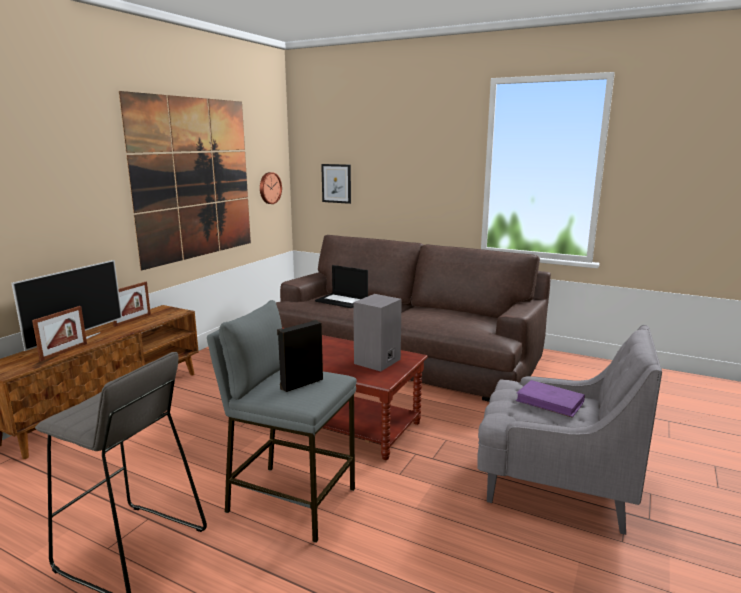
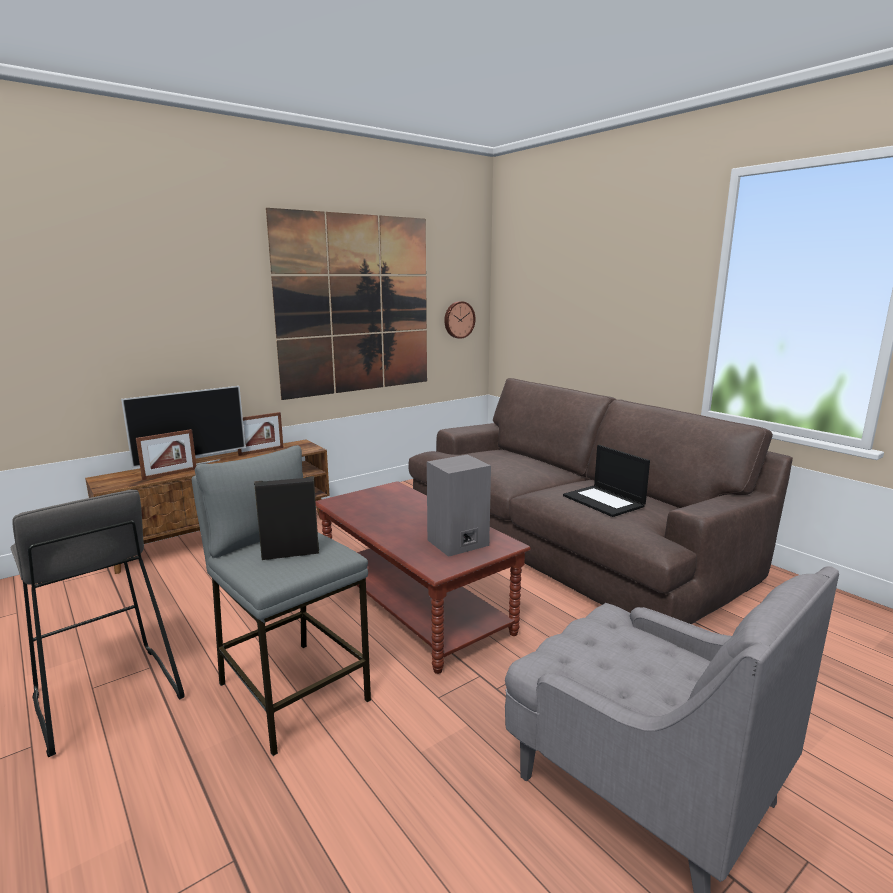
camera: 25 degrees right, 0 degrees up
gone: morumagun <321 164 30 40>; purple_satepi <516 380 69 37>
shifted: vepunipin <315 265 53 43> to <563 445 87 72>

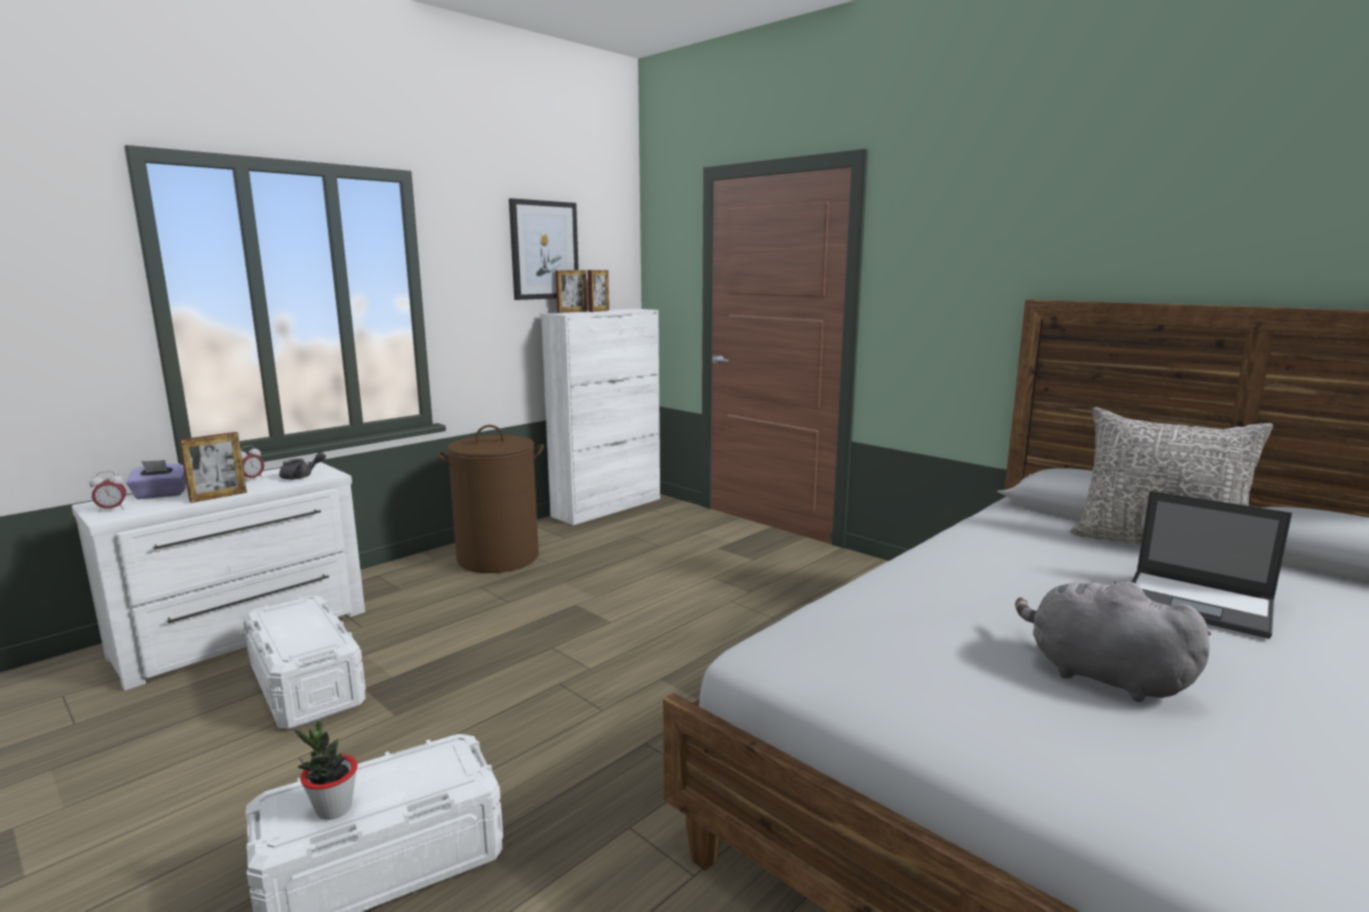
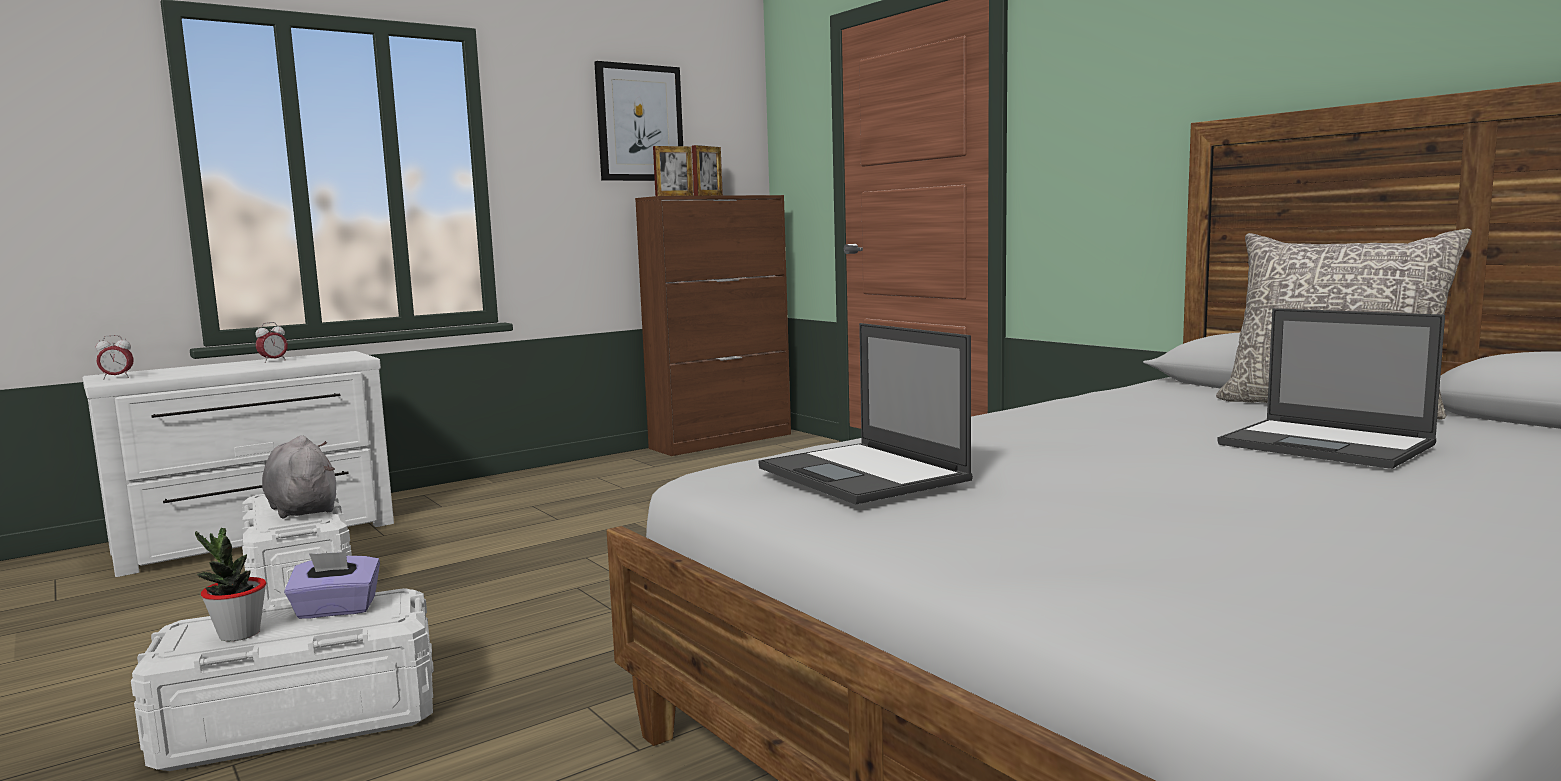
camera: 10 degrees right, 5 degrees down
gone: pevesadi <179 432 68 71>; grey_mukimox <279 452 47 28>; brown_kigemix <437 425 107 148>
new: vepunipin <758 323 215 182>
shifted: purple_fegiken <126 460 60 39> to <284 551 96 68>; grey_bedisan <1015 581 196 121> to <262 435 74 84>
repainted: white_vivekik <541 309 119 216> to brown_vivekik <635 195 156 261>

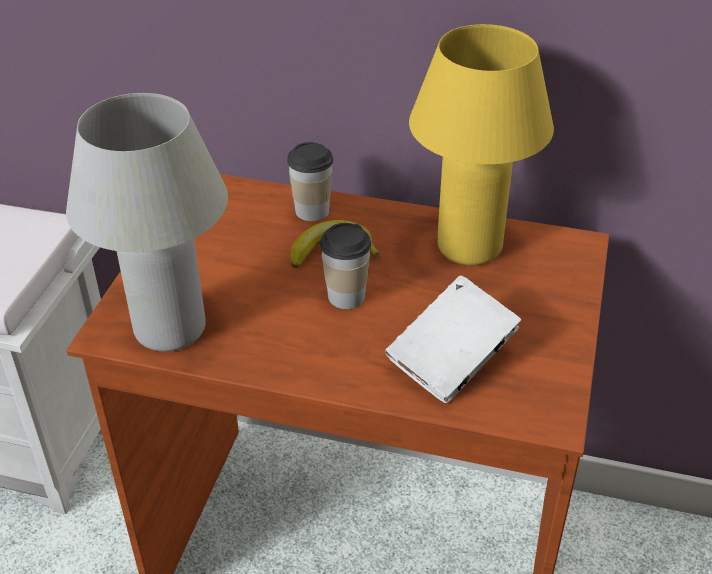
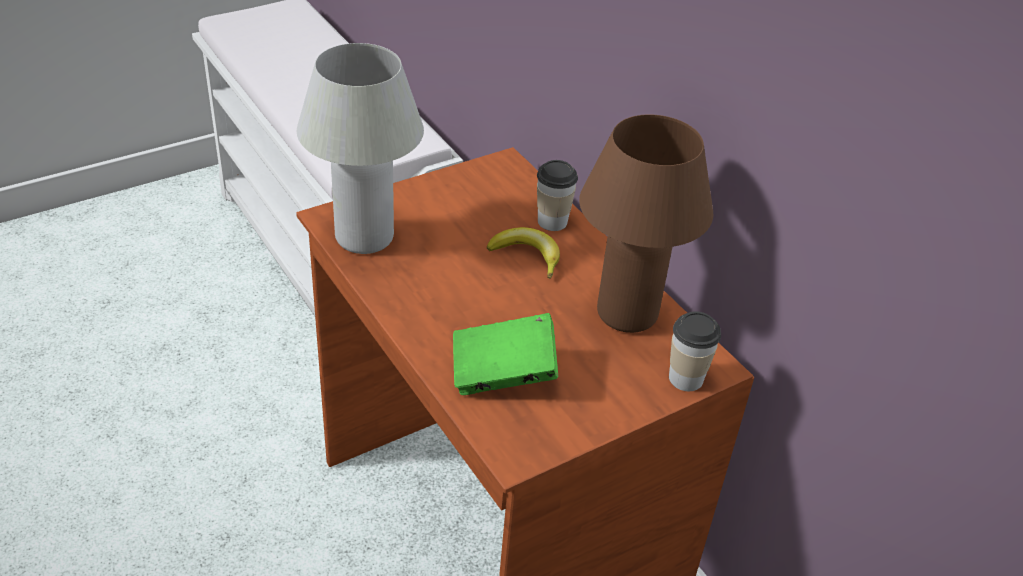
camera: 40 degrees right, 0 degrees up
shifted: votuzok <320 223 51 86> to <669 311 52 80>
repainted: white_satepi <385 276 136 127> to green_satepi <453 313 105 82>; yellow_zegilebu <409 24 145 241> to brown_zegilebu <579 115 134 218>

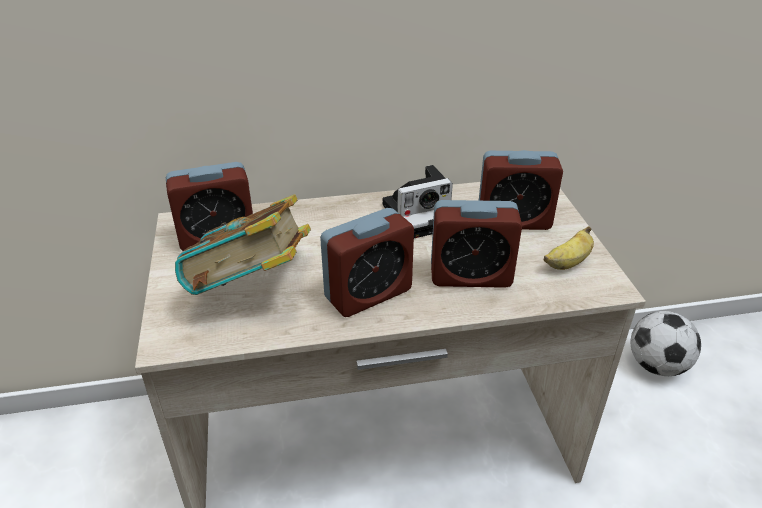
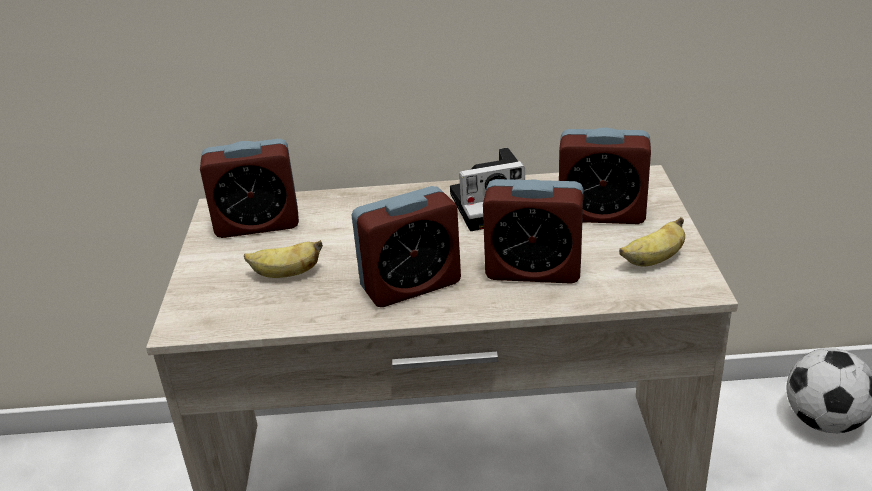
camera: 10 degrees right, 5 degrees down
swapped: satepi <175 194 136 101> to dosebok <244 240 79 38>

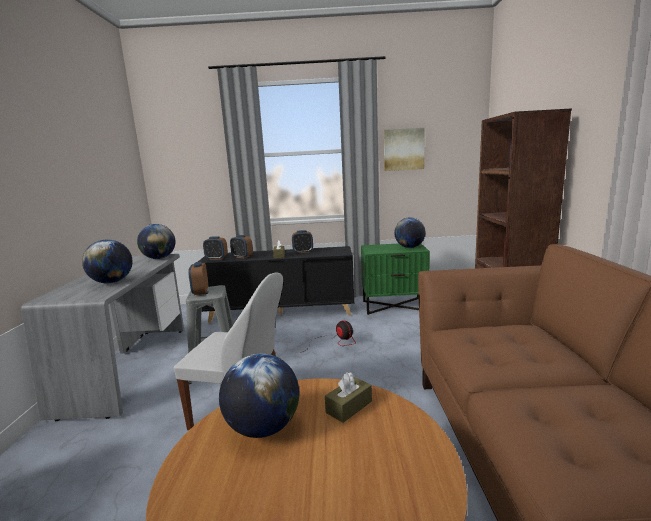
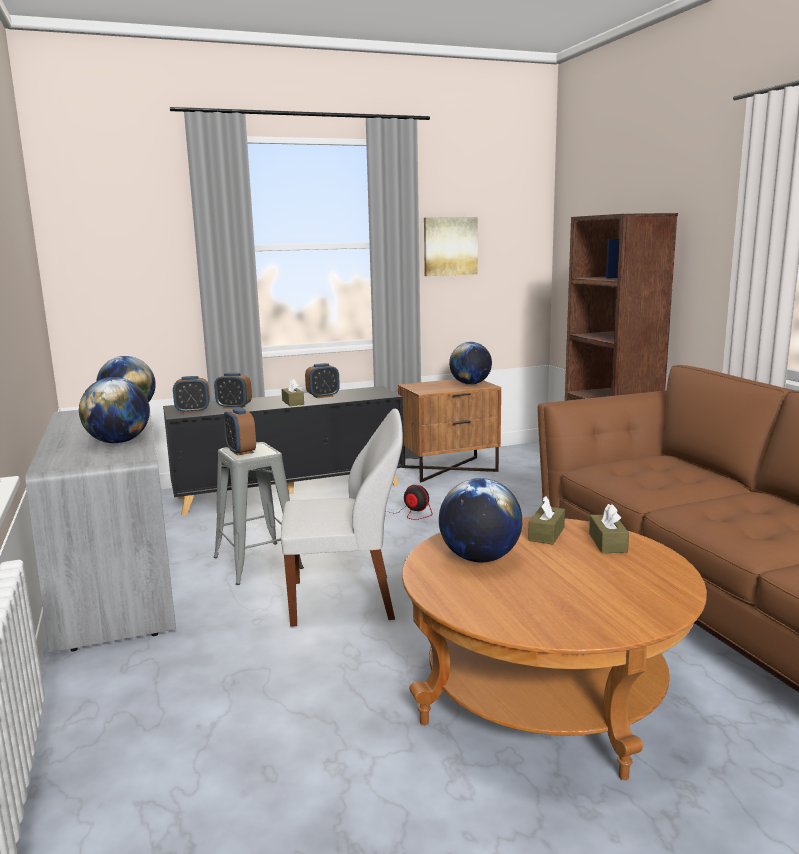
camera: 20 degrees left, 0 degrees up
new: brown_fegiken <589 504 40 49>
repainted: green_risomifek <361 243 69 72> to brown_risomifek <398 379 103 103>

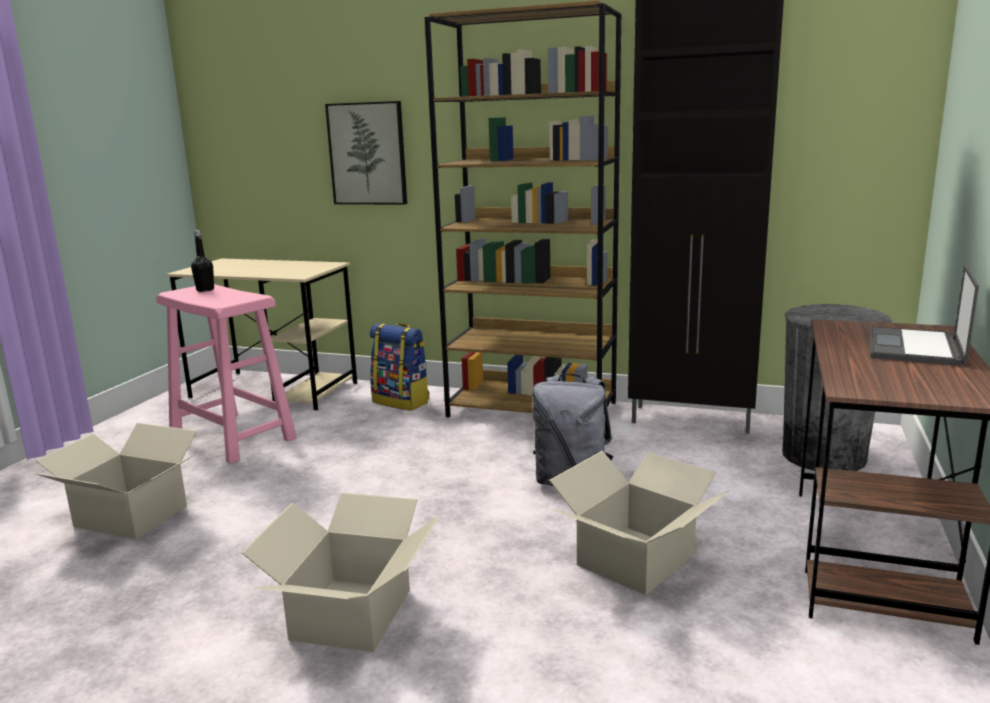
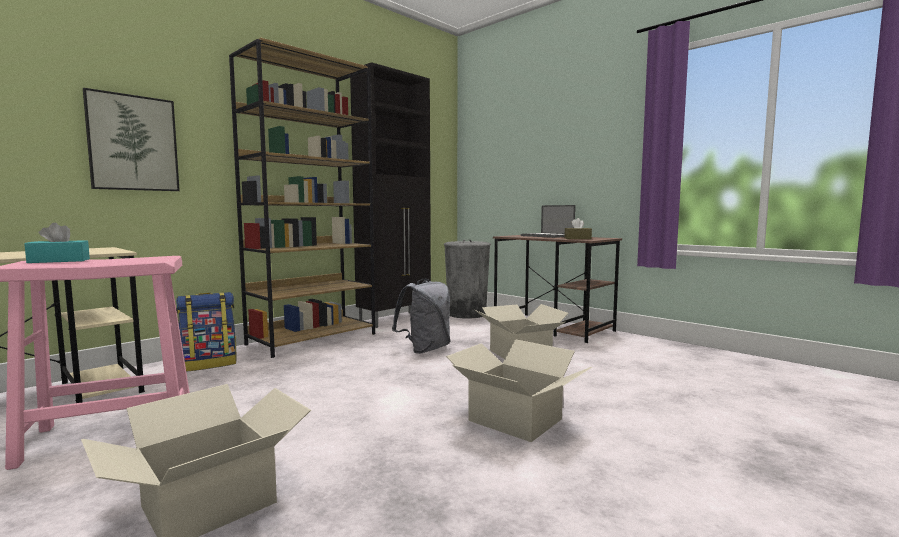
camera: 65 degrees left, 10 degrees down
new: brown_fegiken <565 218 27 21>
swapped: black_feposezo <191 230 23 62> to turquoise_fegiken <24 223 66 40>

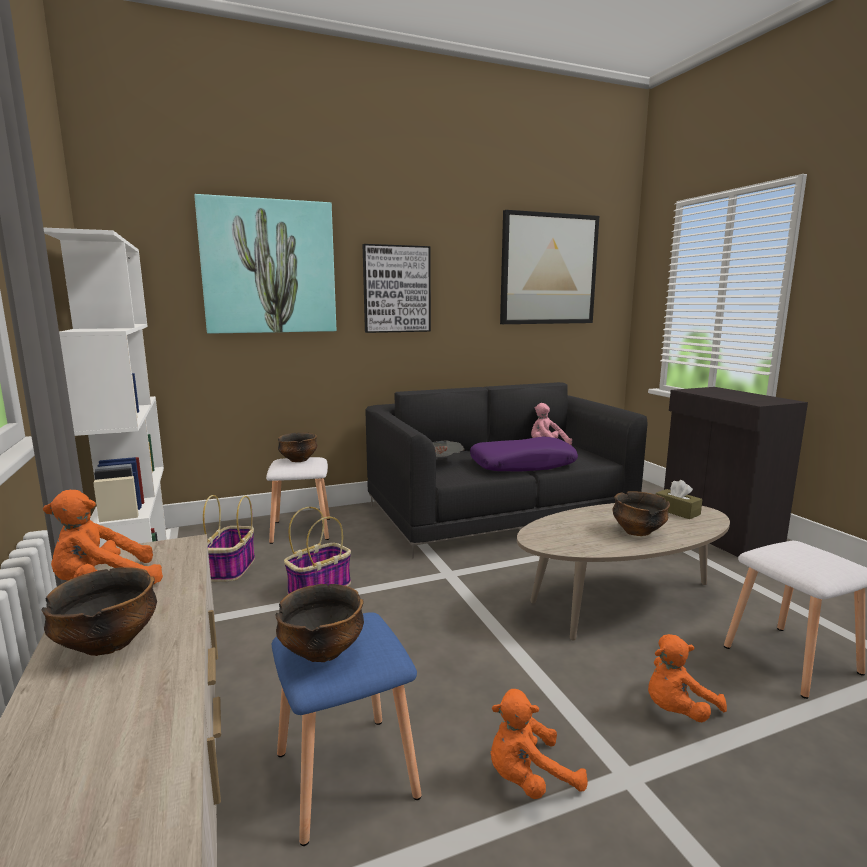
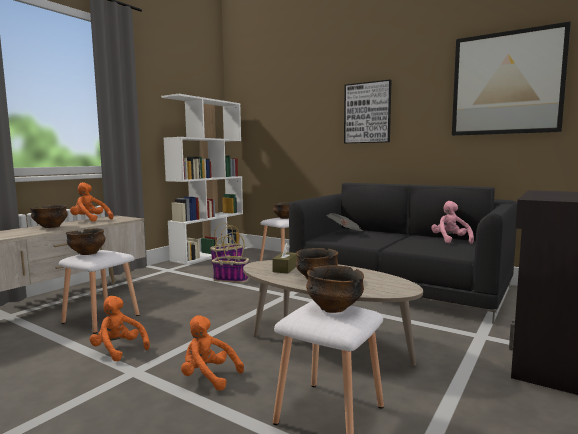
camera: 55 degrees right, 5 degrees down
gone: morumagun <194 194 142 140>; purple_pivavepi <470 437 108 35>
new: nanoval <306 265 58 48>
shifted: brown_fegiken <656 480 46 39> to <272 243 25 31>
repainted: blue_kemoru <271 612 151 234> to white_kemoru <58 250 81 84>

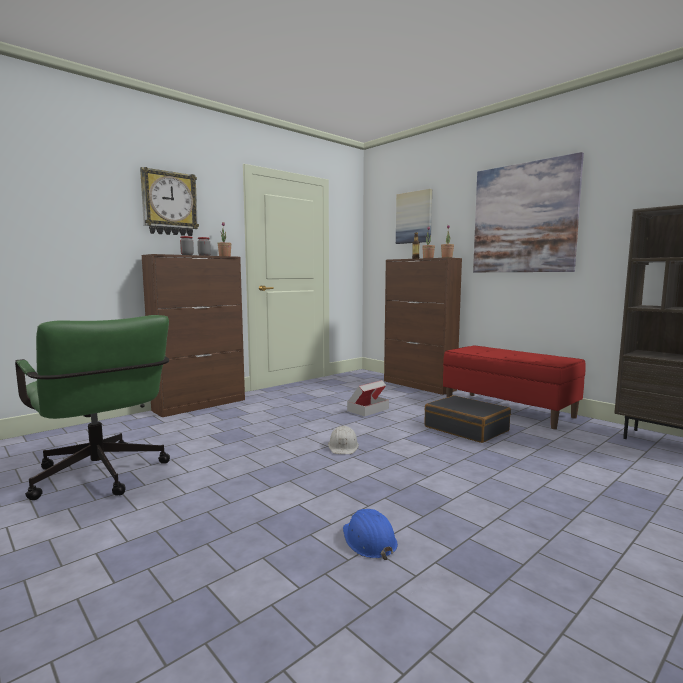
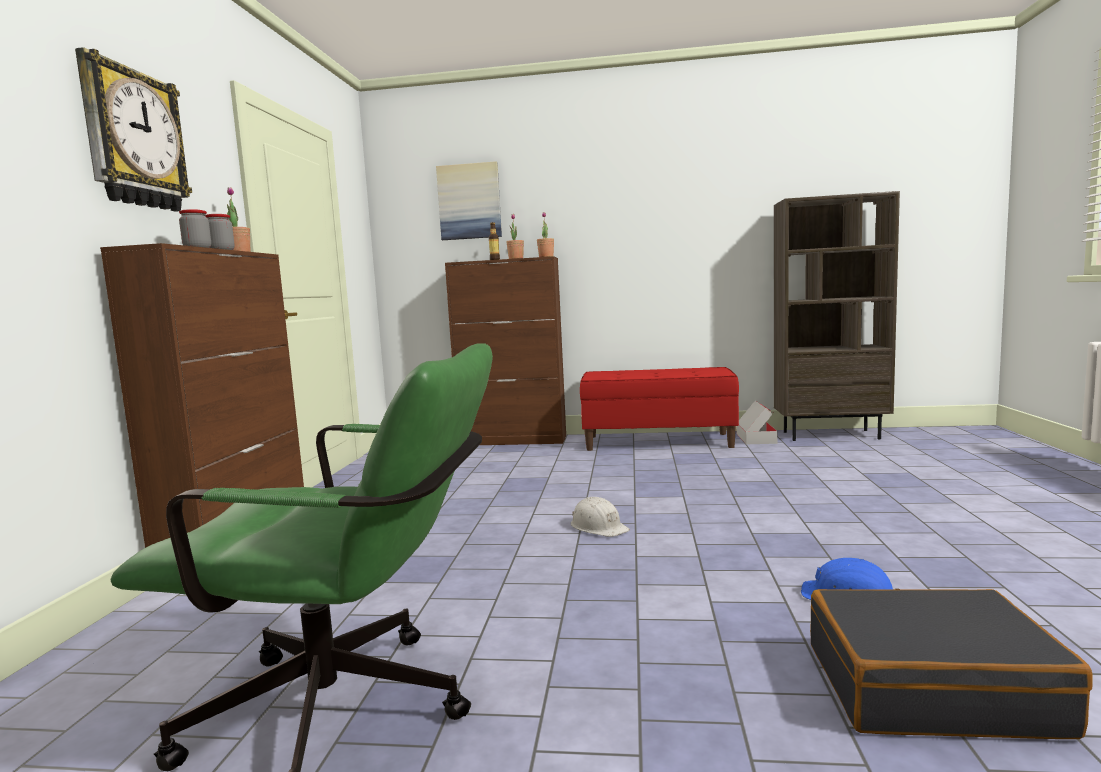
camera: 40 degrees left, 0 degrees up
gone: morumagun <473 152 111 120>
shifted: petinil <347 380 42 36> to <737 401 41 43>; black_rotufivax <424 395 87 48> to <810 589 282 150>

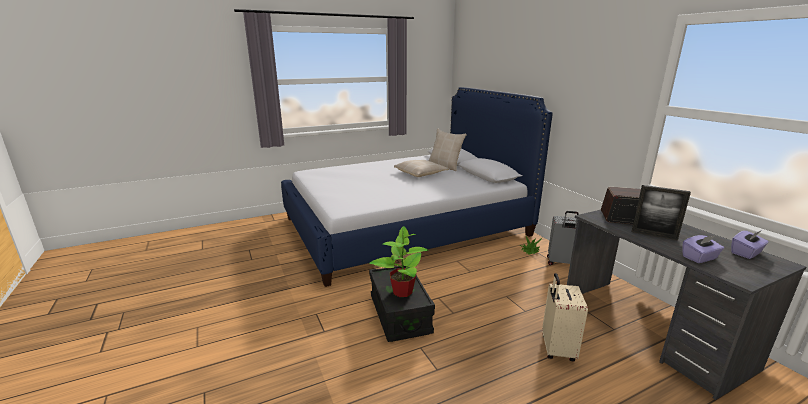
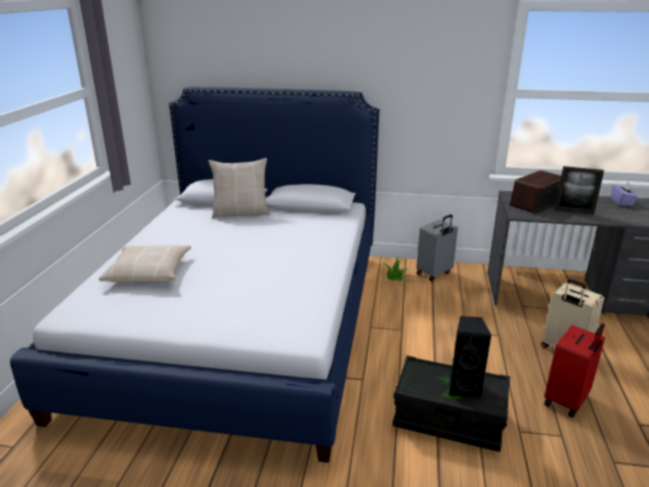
camera: 55 degrees left, 5 degrees up
gone: purple_fegiken <682 235 42 28>
new: red_rotufivax <544 323 61 95>
shifted: beige_pivavepi <394 160 55 17> to <99 245 92 38>
swapped: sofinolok <369 226 60 71> to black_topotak <449 316 43 82>
rotated: pevesadi <632 185 59 55> = <555 166 49 49> 45 degrees clockwise

